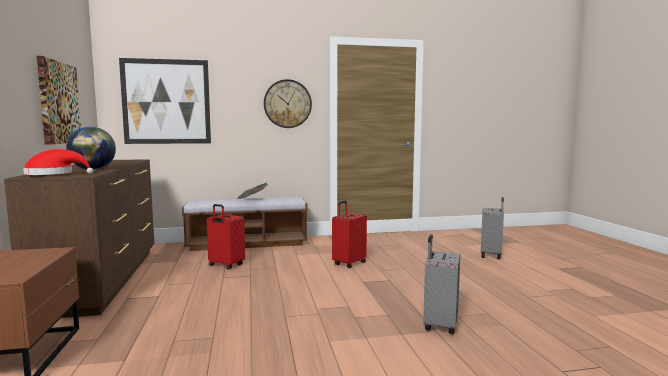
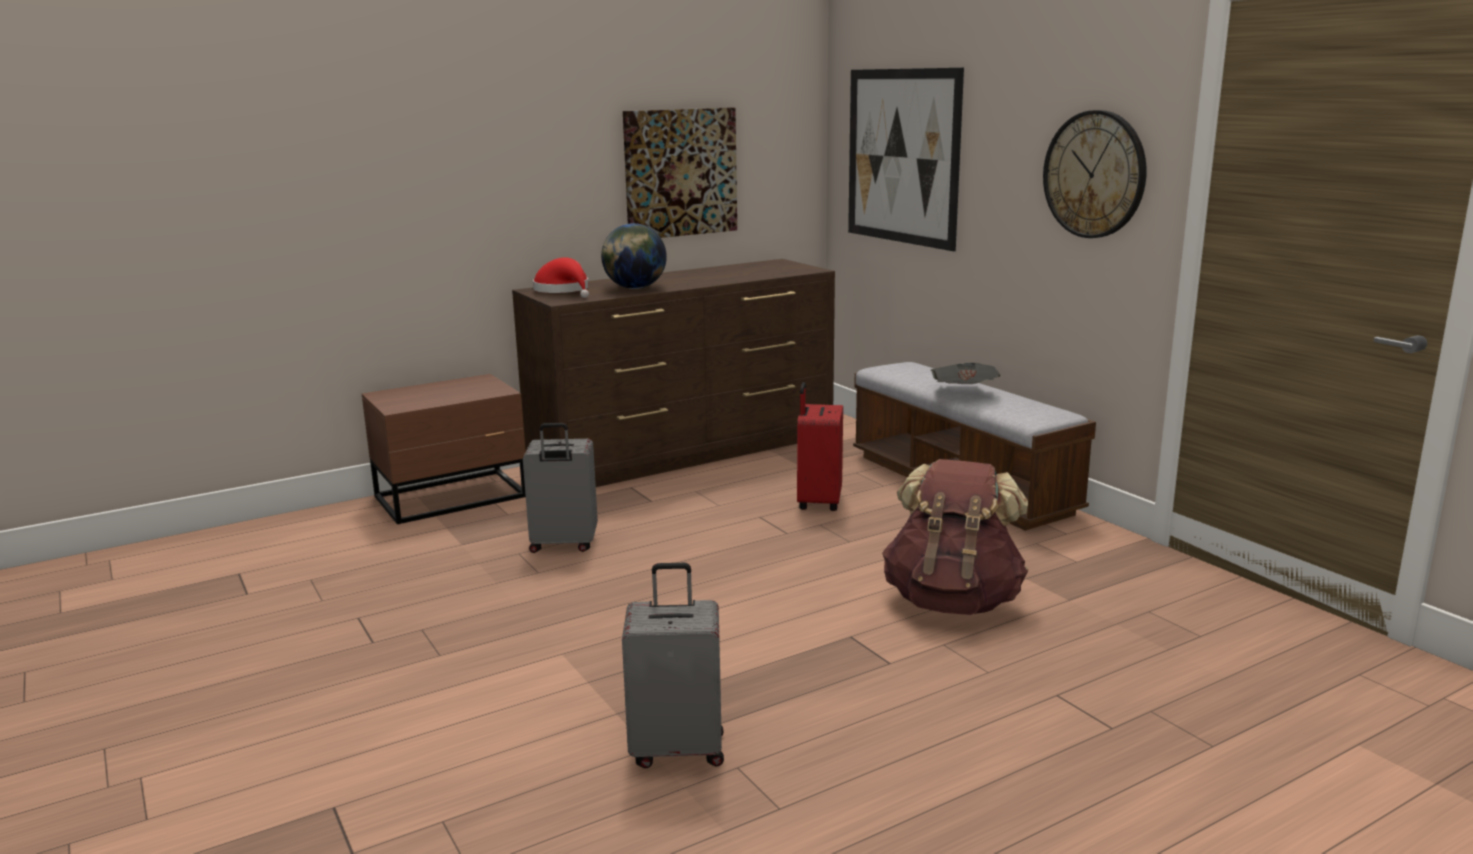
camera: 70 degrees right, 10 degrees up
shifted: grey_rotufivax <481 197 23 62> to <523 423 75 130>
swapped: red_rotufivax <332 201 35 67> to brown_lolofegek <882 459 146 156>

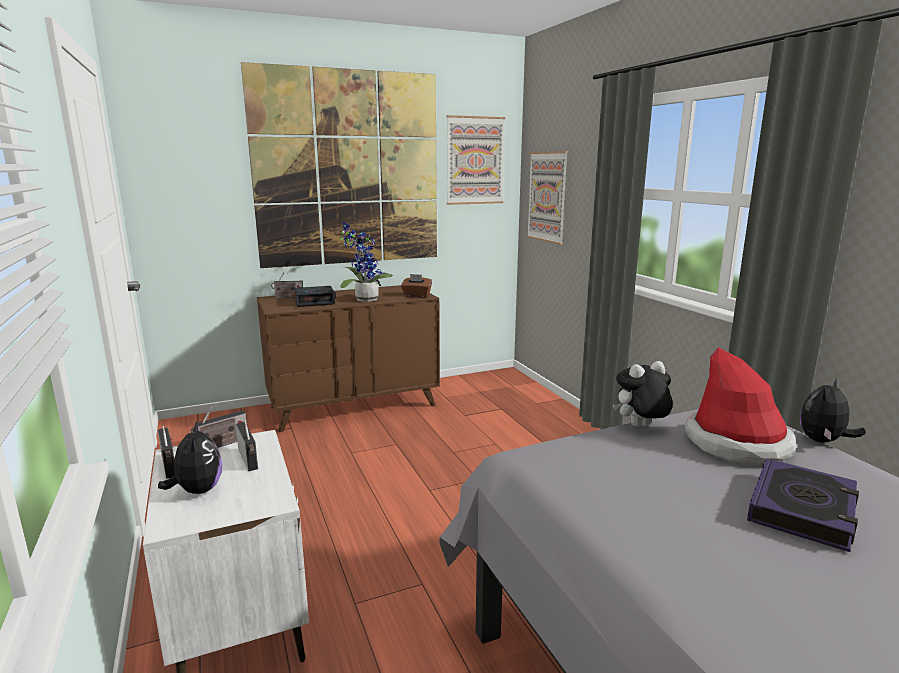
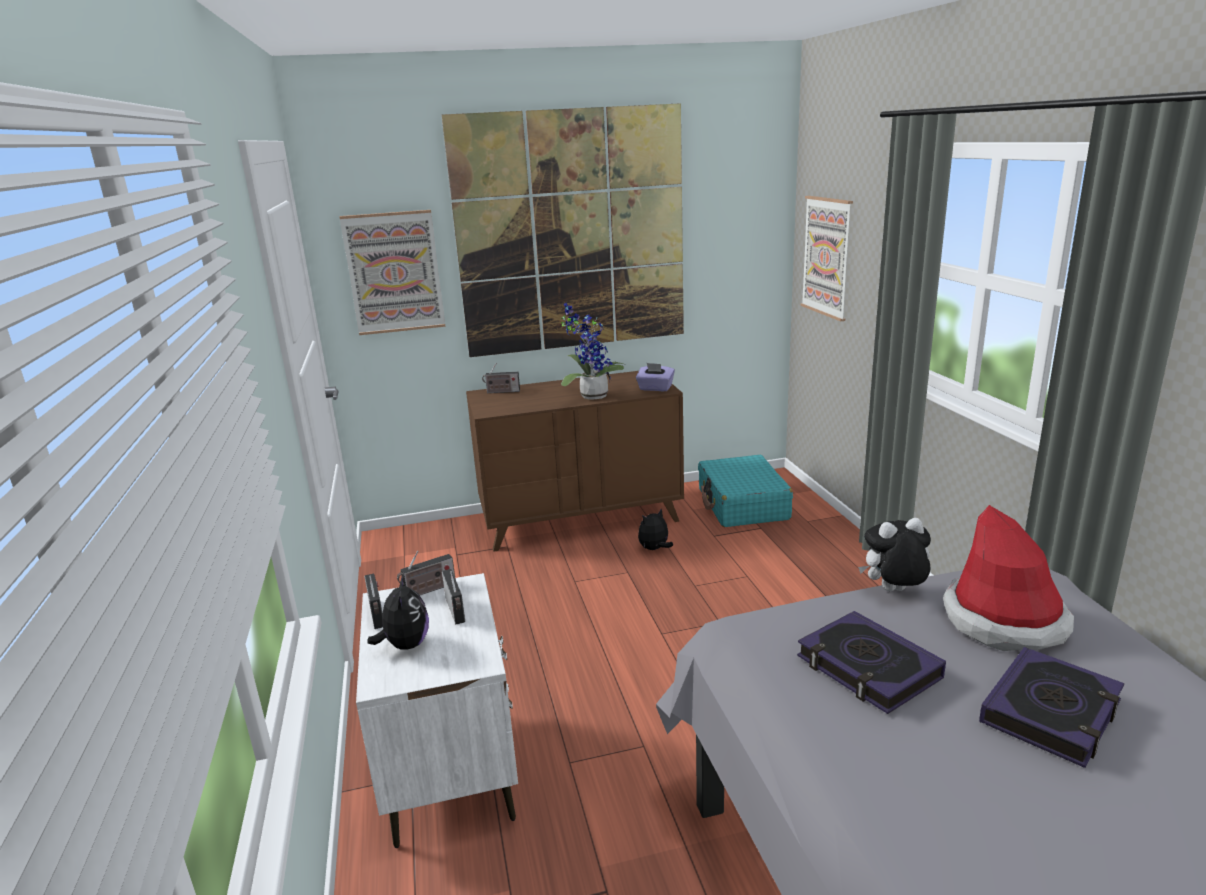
camera: 10 degrees right, 5 degrees up
gone: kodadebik <293 286 43 21>
new: turquoise_rotufivax <698 455 95 72>; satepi <797 611 149 103>
shifted: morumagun <447 115 59 90> to <340 210 105 125>; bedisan <800 377 66 66> to <638 508 35 42>
repainted: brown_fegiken <401 274 31 23> to purple_fegiken <636 363 39 28>

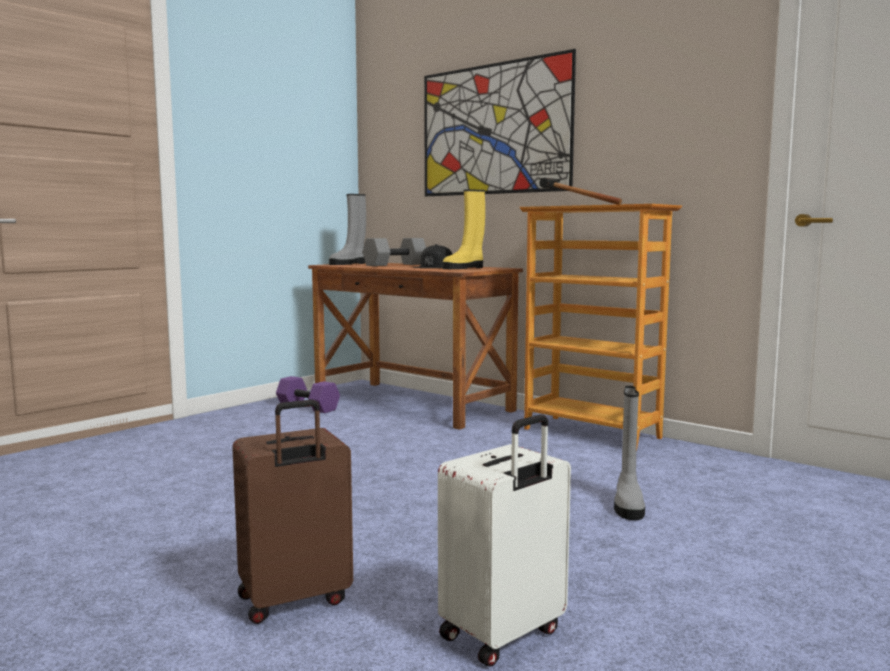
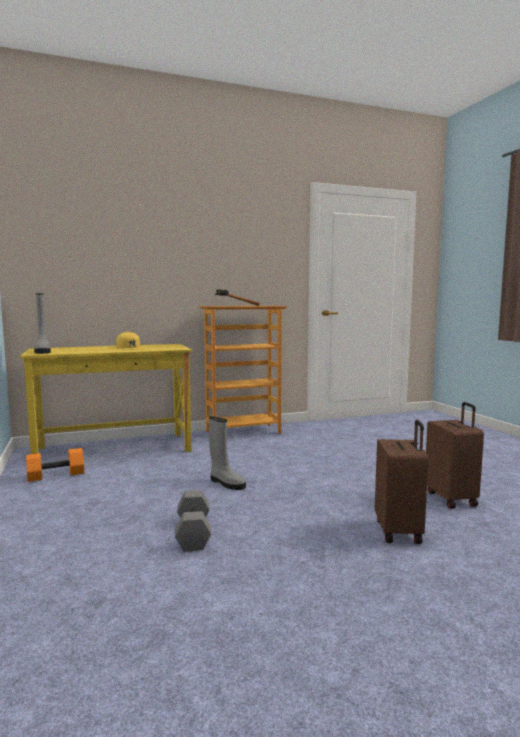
camera: 60 degrees left, 0 degrees up
gone: morumagun <424 49 152 147>; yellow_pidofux <442 190 43 79>
shifted: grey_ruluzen <363 238 63 28> to <175 490 36 62>; grey_pidofux <614 386 31 134> to <209 416 37 74>
repainted: purple_ruluzen <276 376 64 37> to orange_ruluzen <26 448 58 34>; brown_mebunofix <308 263 215 167> to yellow_mebunofix <20 344 172 110>; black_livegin <413 244 40 24> to yellow_livegin <116 331 28 19>; white_rotufivax <438 414 133 253> to brown_rotufivax <426 402 58 107>

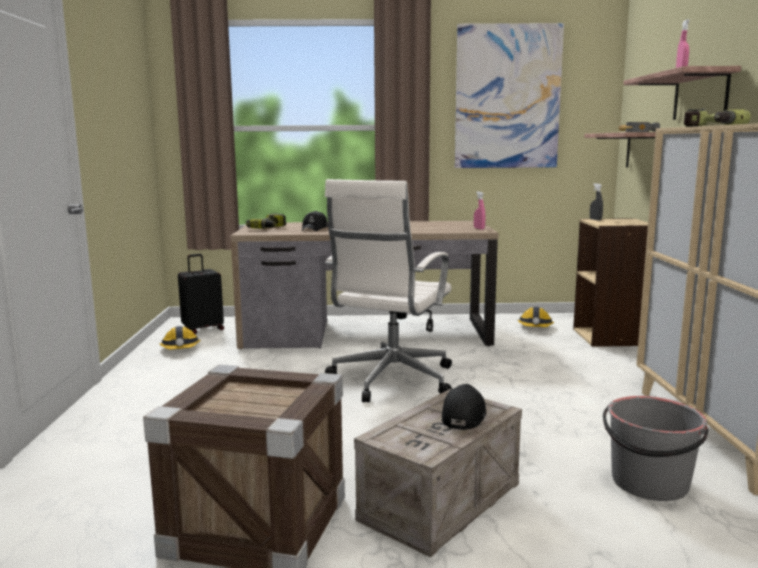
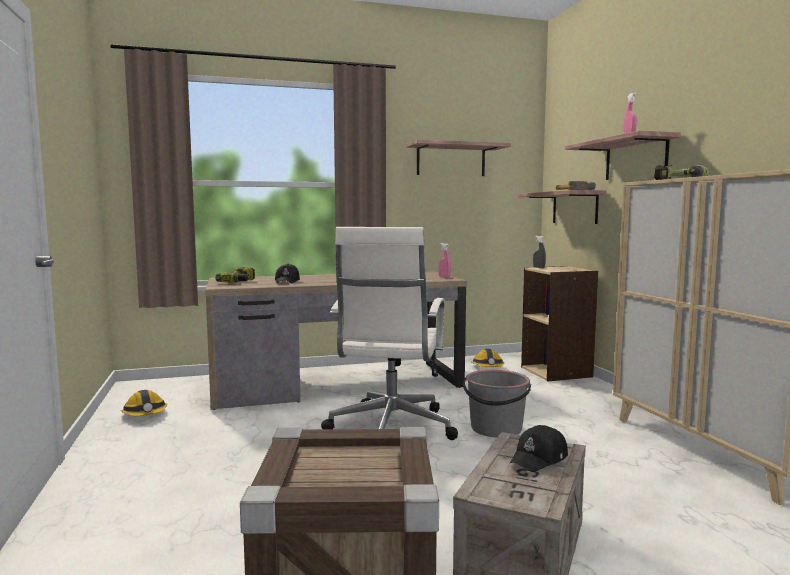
camera: 15 degrees left, 5 degrees down
gone: black_rotufivax <178 254 46 80>
shifted: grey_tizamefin <603 396 106 105> to <463 370 68 68>
swapped: morumagun <455 23 109 145> to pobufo <406 139 105 37>
rotated: black_livegin <442 384 44 46> = <510 425 58 47> 135 degrees counterclockwise

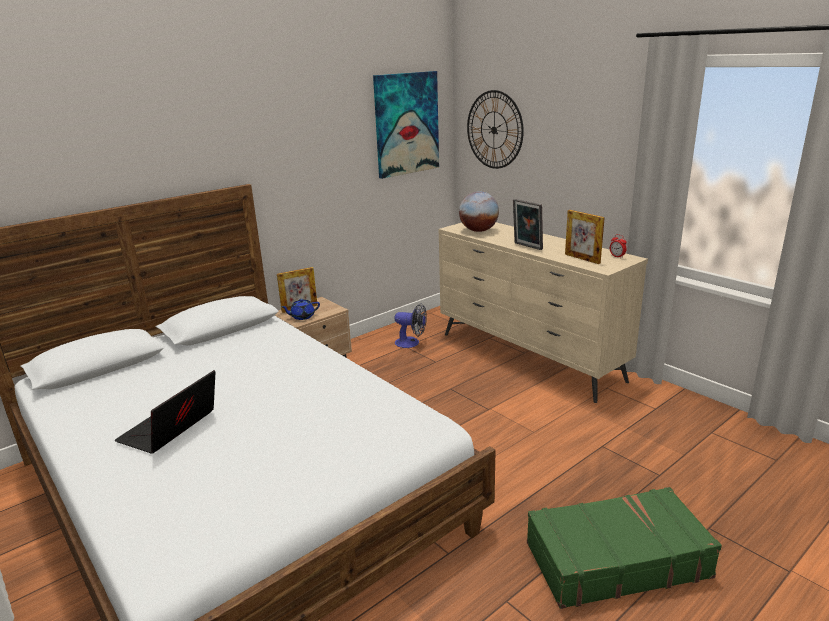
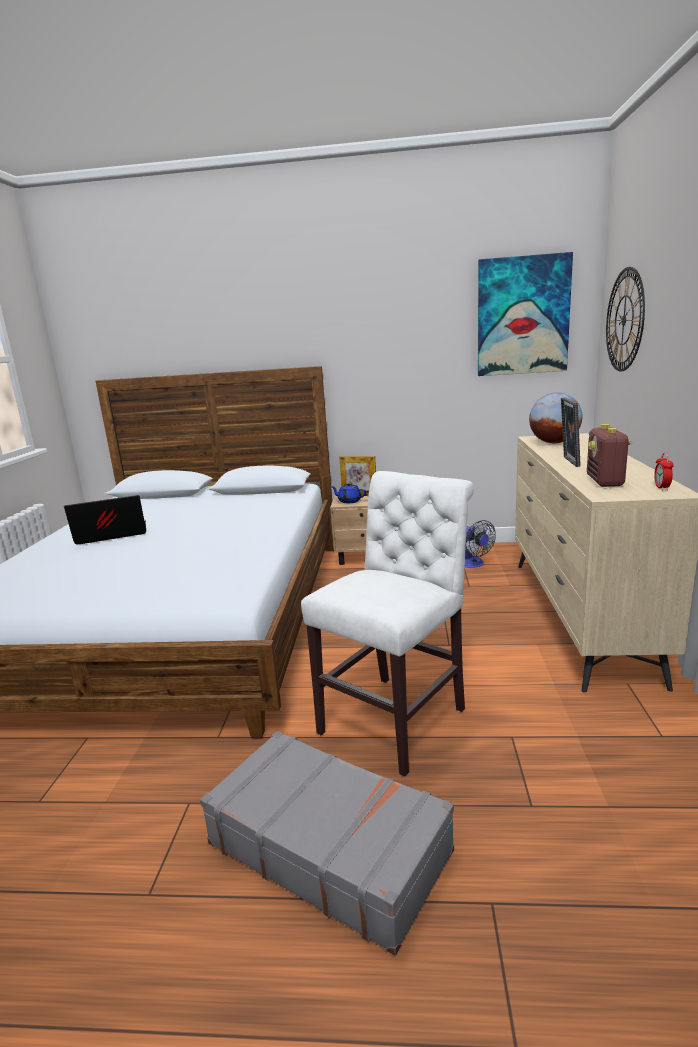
camera: 45 degrees right, 5 degrees down
new: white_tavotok <301 471 173 306>
swapped: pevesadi <565 210 40 54> to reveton <587 424 45 63>
repainted: green_rotufivax <527 487 195 122> to grey_rotufivax <200 731 254 224>

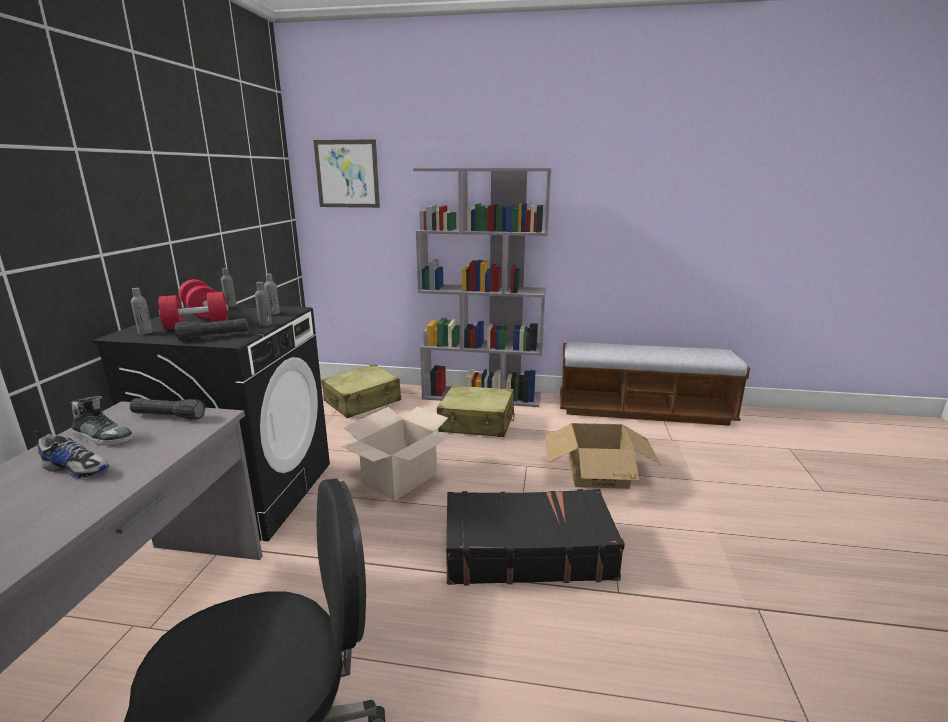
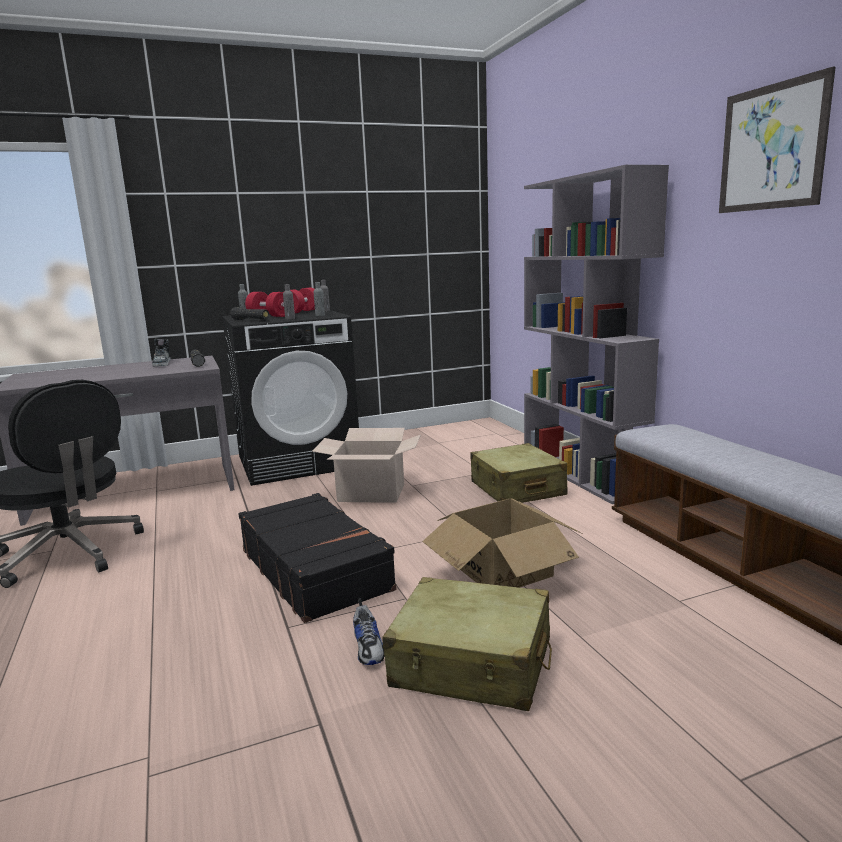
camera: 60 degrees right, 5 degrees down
shifted: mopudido <34 431 75 47> to <353 598 31 67>; morumagun <313 139 67 69> to <719 66 116 147>; beige_rotufivax <321 364 80 54> to <382 577 170 134>

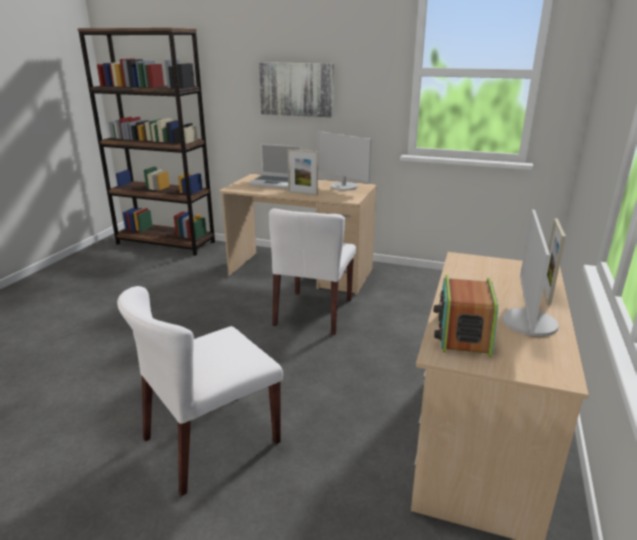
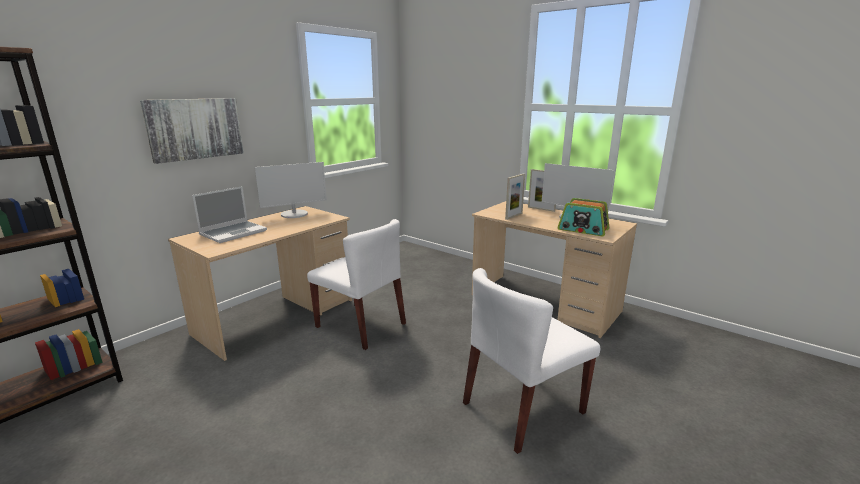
camera: 70 degrees left, 5 degrees down
shifted: pevesadi <287 149 31 47> to <505 173 20 47>
rotated: white_tavotok <117 286 166 210> = <463 268 137 186> 75 degrees clockwise

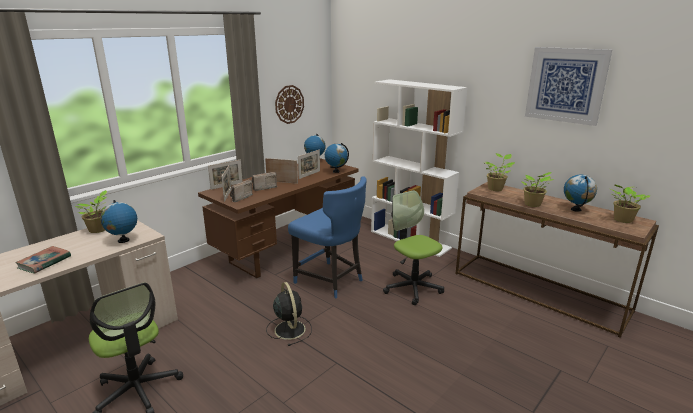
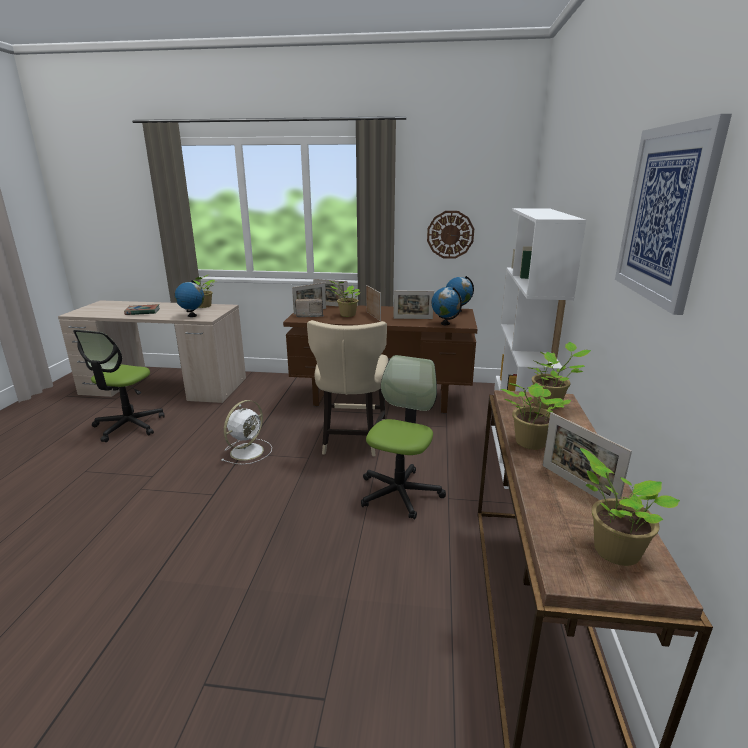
camera: 55 degrees right, 0 degrees up
swapped: reveton <252 172 25 19> to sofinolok <330 281 30 36>; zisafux <564 174 33 38> to pevesadi <543 412 89 88>
repainted: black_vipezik <266 282 46 64> to white_vipezik <221 400 51 65>; blue_tavotok <288 177 79 122> to beige_tavotok <307 320 82 137>

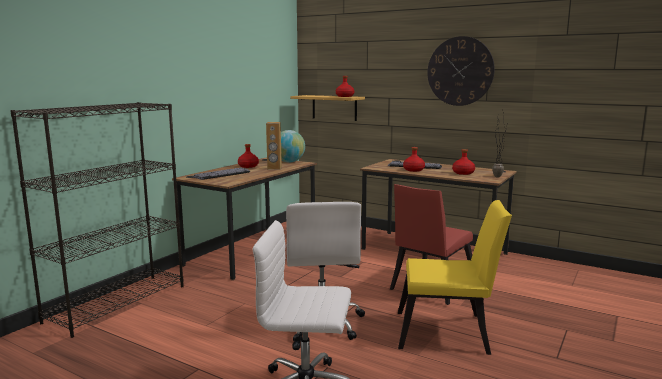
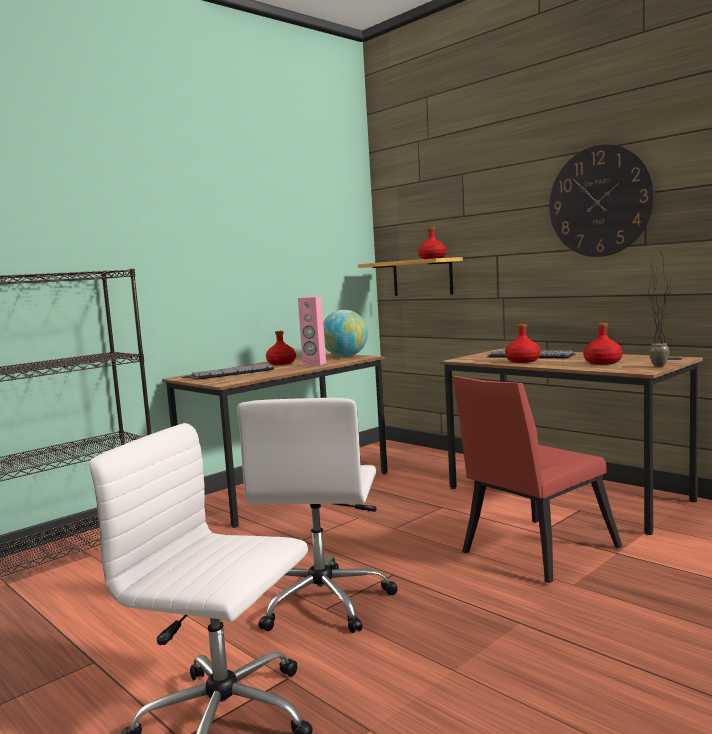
camera: 15 degrees right, 5 degrees down
gone: yellow_tavotok <398 200 114 155>
repainted: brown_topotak <266 122 16 48> to pink_topotak <298 296 28 70>

